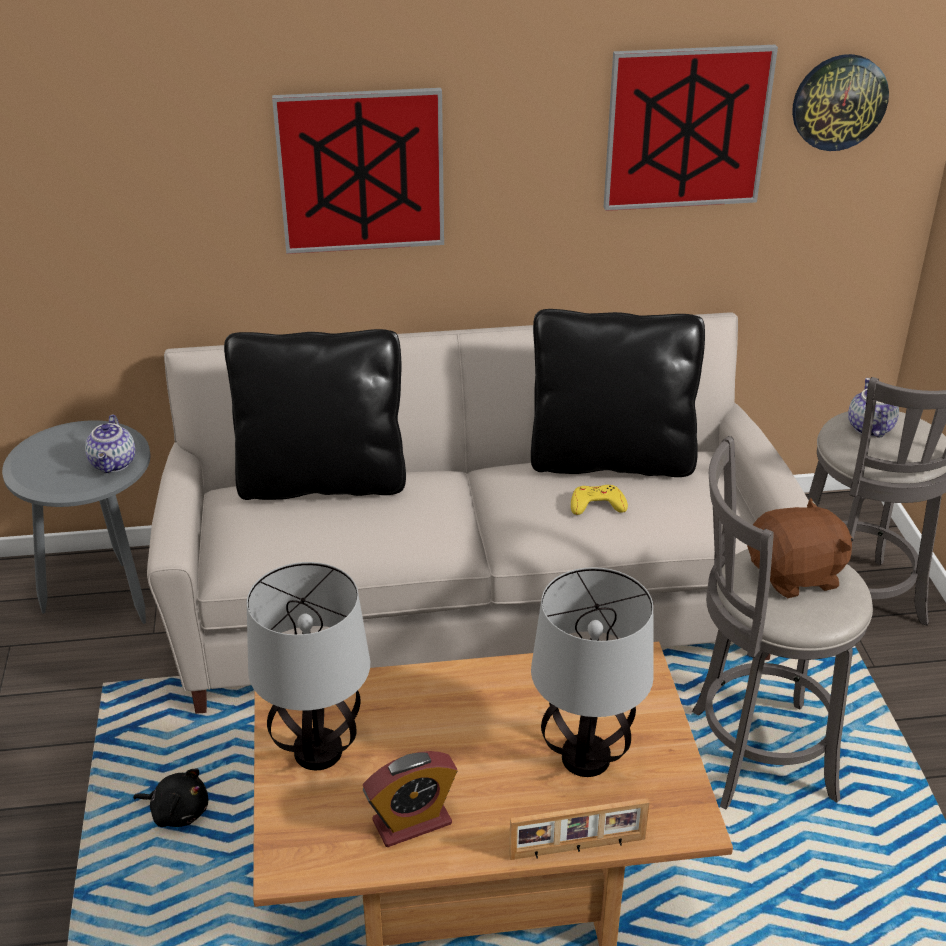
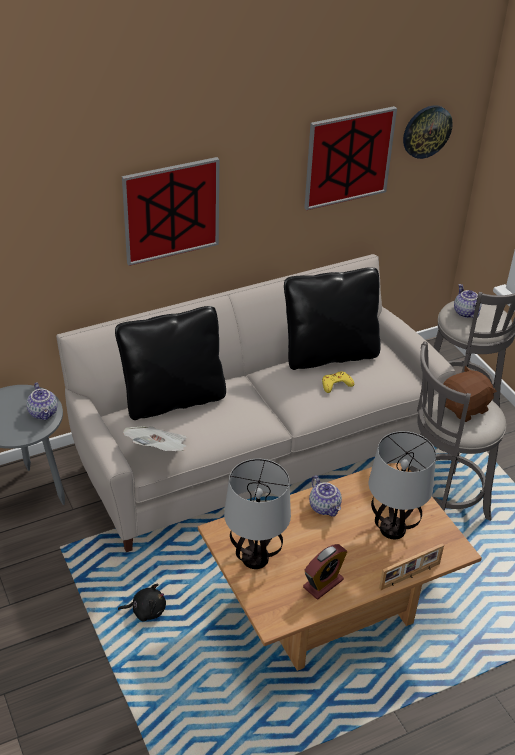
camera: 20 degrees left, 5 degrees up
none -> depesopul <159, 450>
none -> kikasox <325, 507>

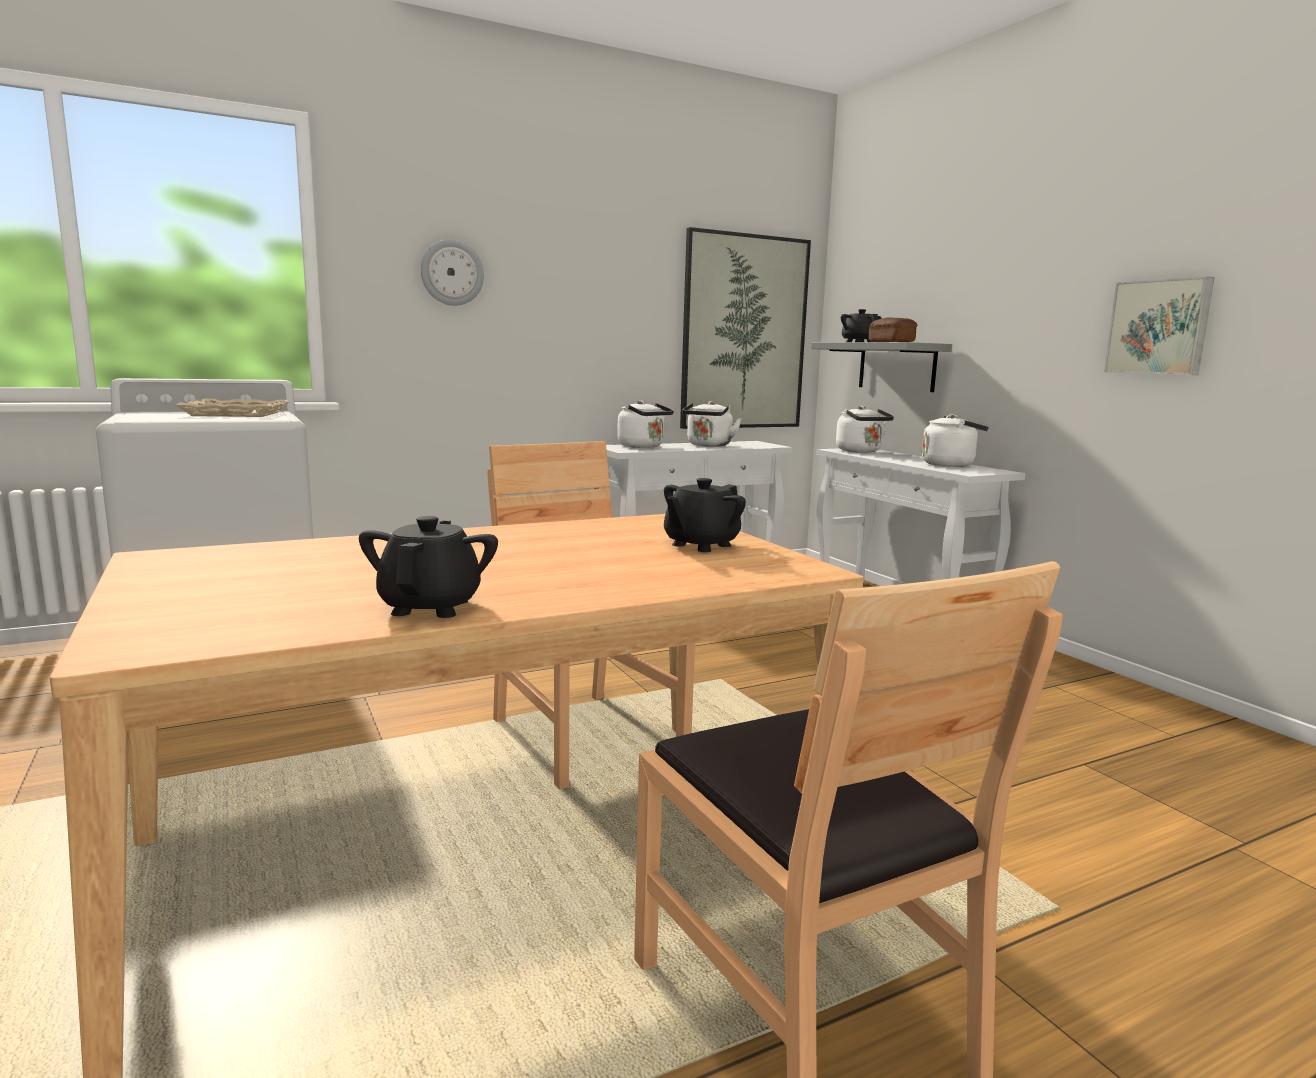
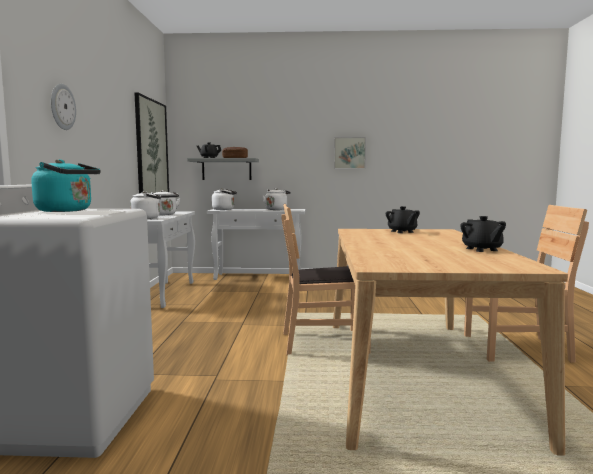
camera: 60 degrees left, 5 degrees down
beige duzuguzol <235, 414> -> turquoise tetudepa <67, 211>
black kikasox <431, 606> -> black kikasox <482, 249>, 135 degrees counterclockwise

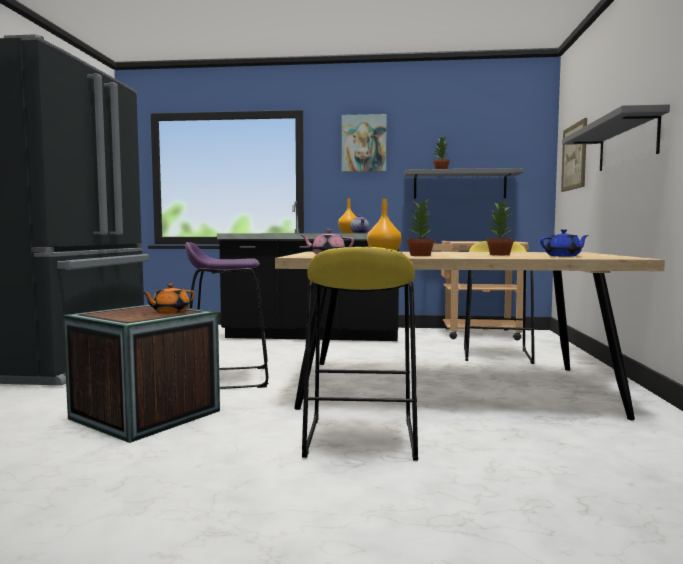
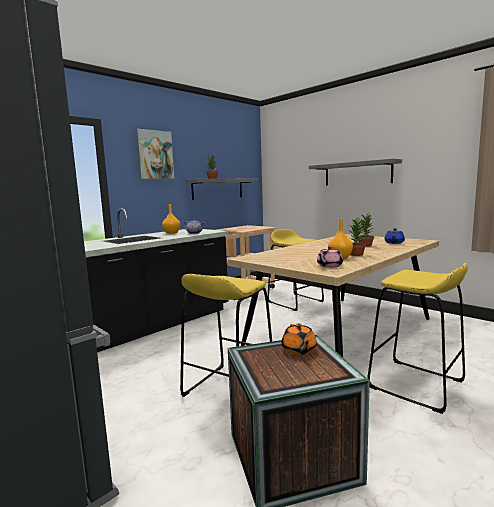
camera: 50 degrees left, 5 degrees up
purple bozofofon <228, 378> -> yellow bozofofon <229, 389>
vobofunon <574, 157> -> none

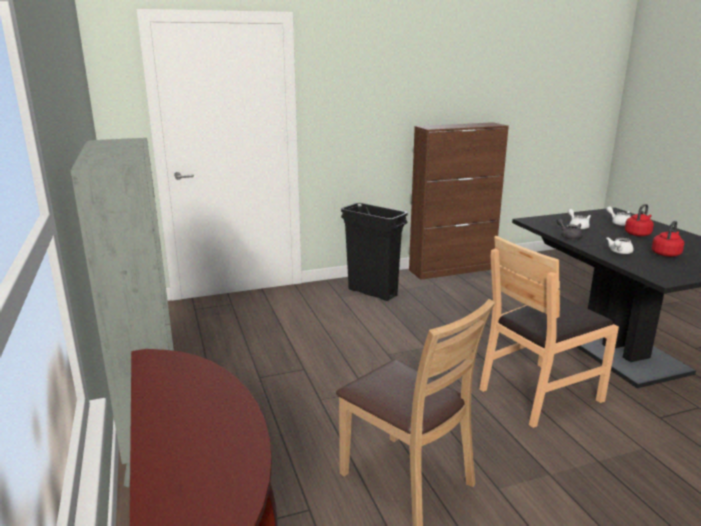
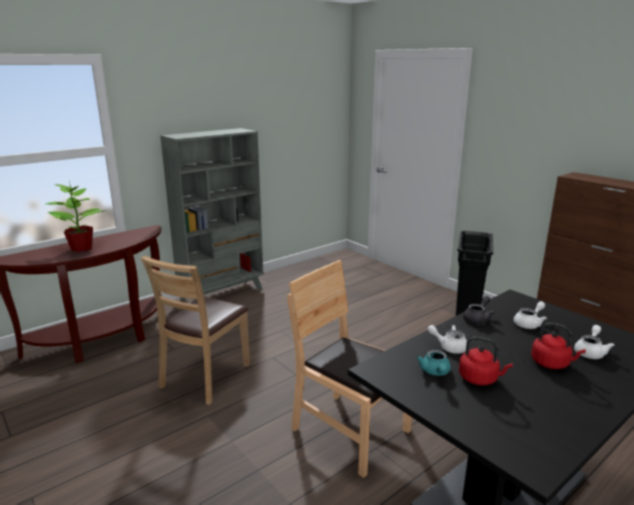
camera: 70 degrees right, 0 degrees up
none -> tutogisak <82, 248>
none -> turquoise kikasox <435, 372>

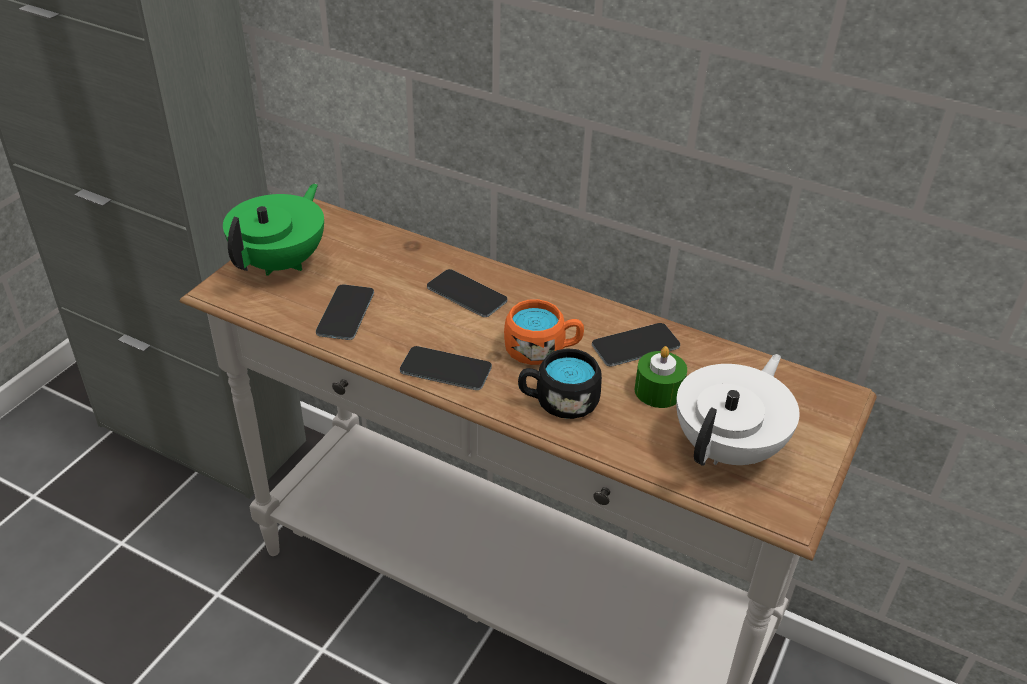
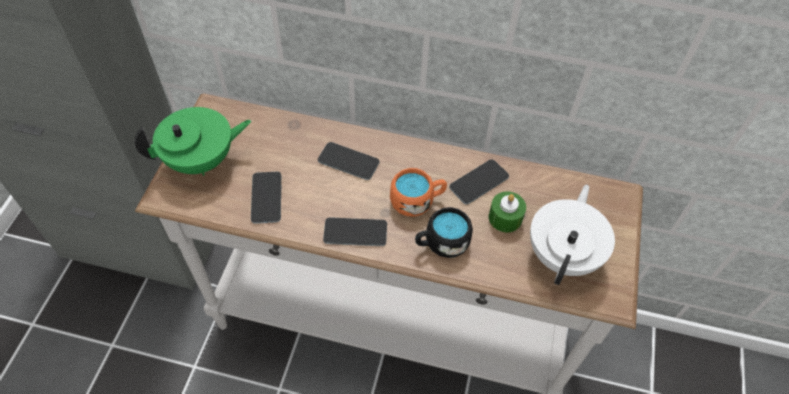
camera: 15 degrees left, 15 degrees up
green kikasox <282, 262> -> green kikasox <202, 160>, 60 degrees clockwise

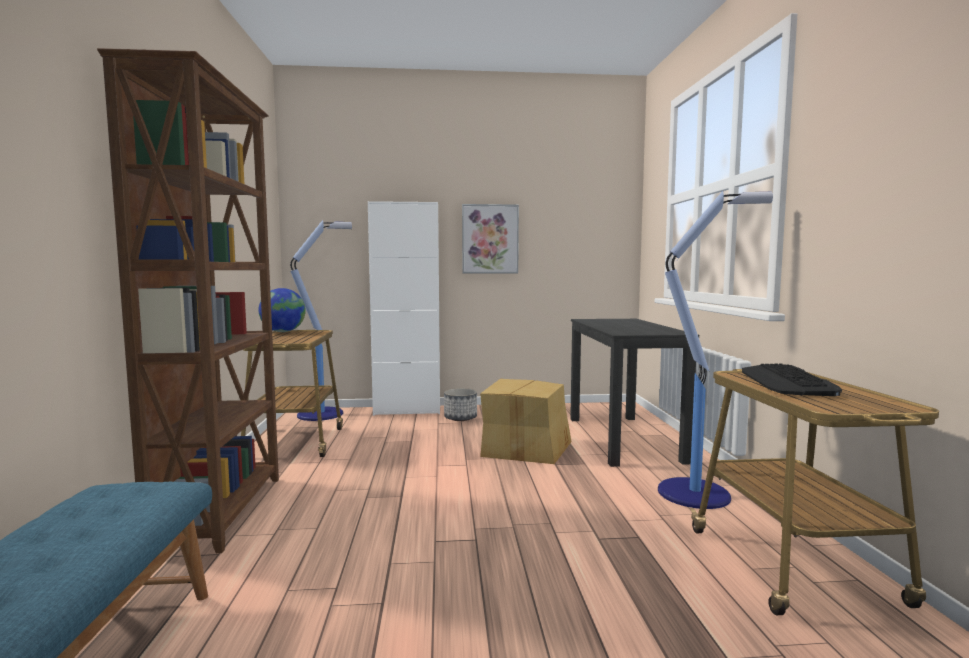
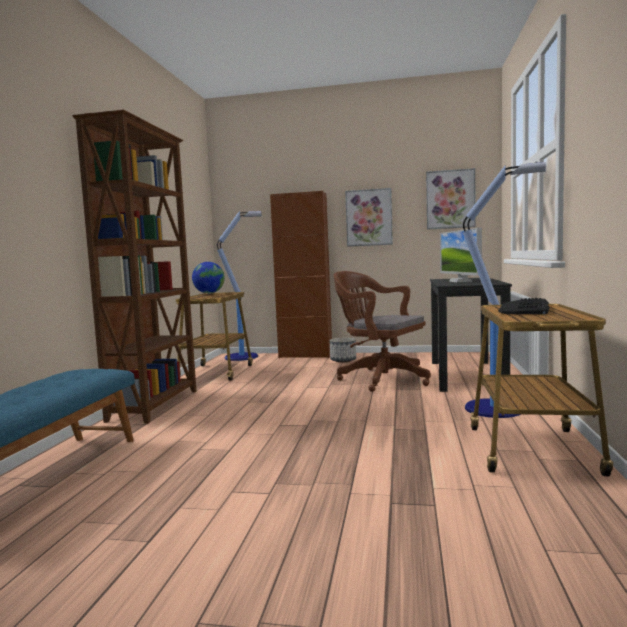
camera: 15 degrees right, 0 degrees up
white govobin <407, 411> -> brown govobin <305, 355>
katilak <525, 447> -> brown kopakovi <380, 379>
none -> vobofunon <450, 199>
none -> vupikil <460, 281>

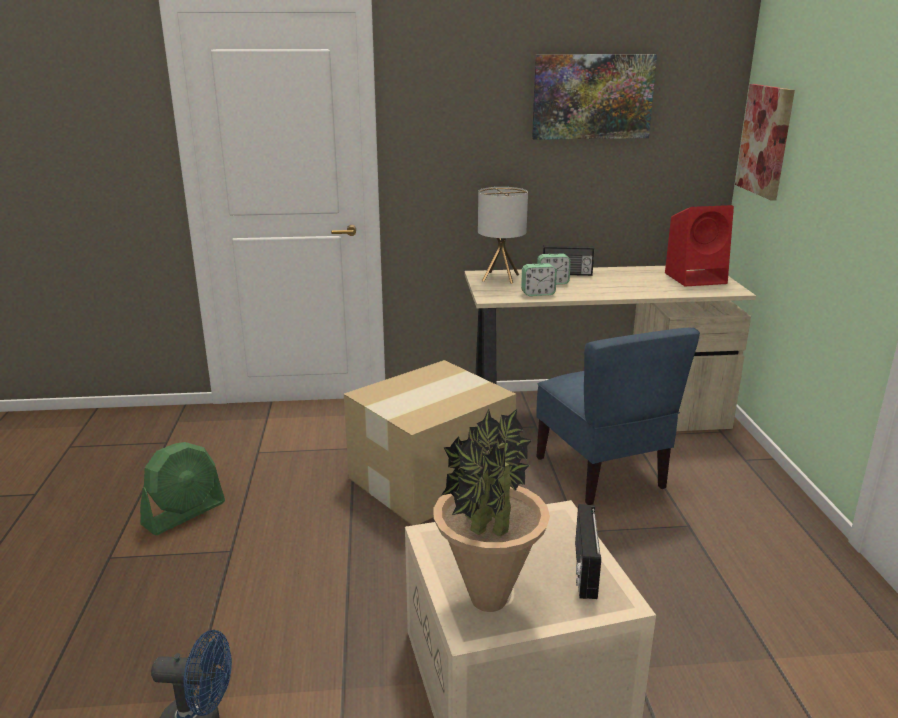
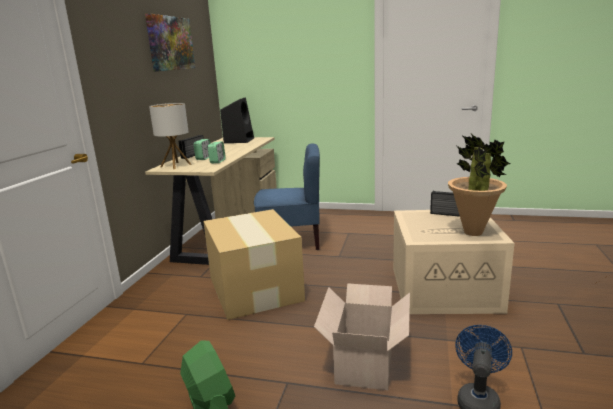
camera: 70 degrees left, 5 degrees down
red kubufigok <696, 278> -> black kubufigok <239, 140>
none -> katilak <366, 360>
vobofunon <765, 140> -> none

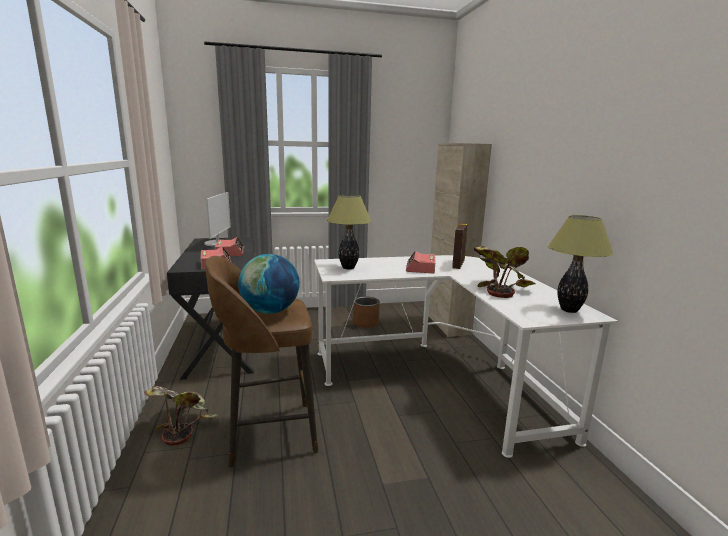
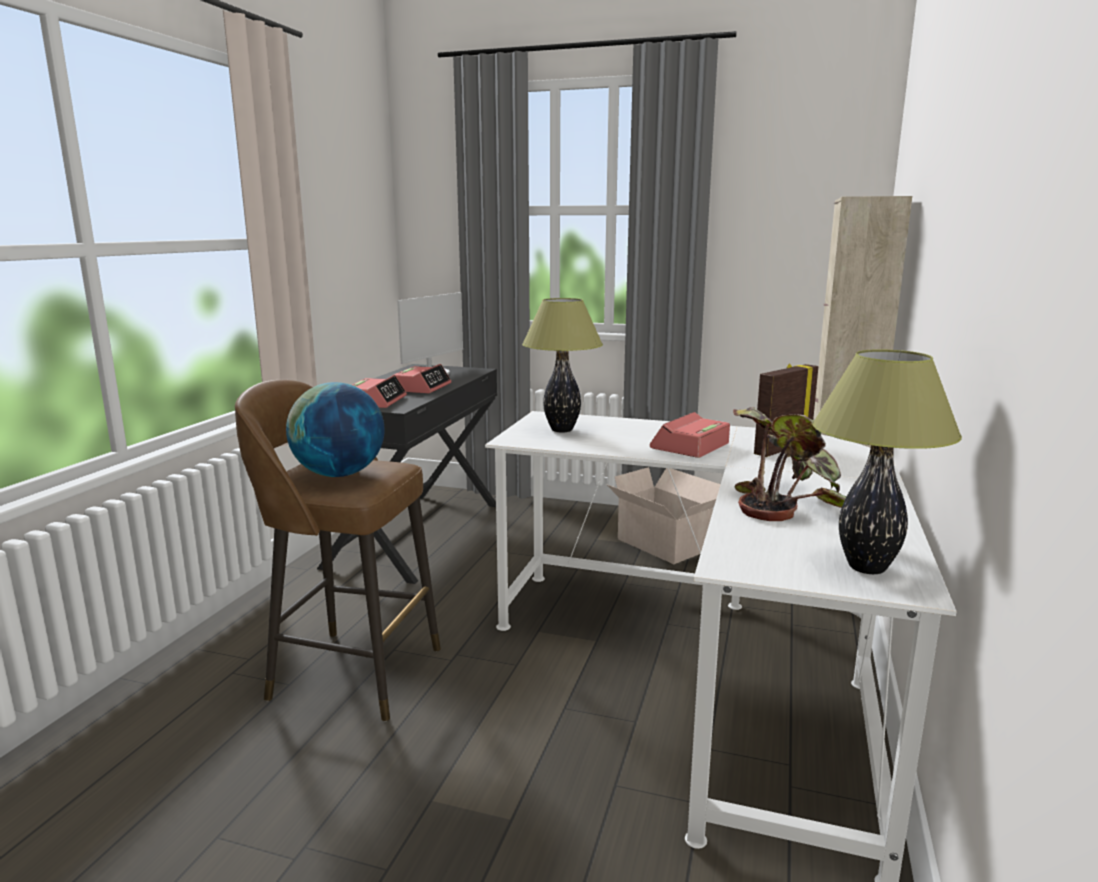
camera: 30 degrees right, 0 degrees up
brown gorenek <365, 323> -> katilak <664, 545>
tutogisak <182, 424> -> none

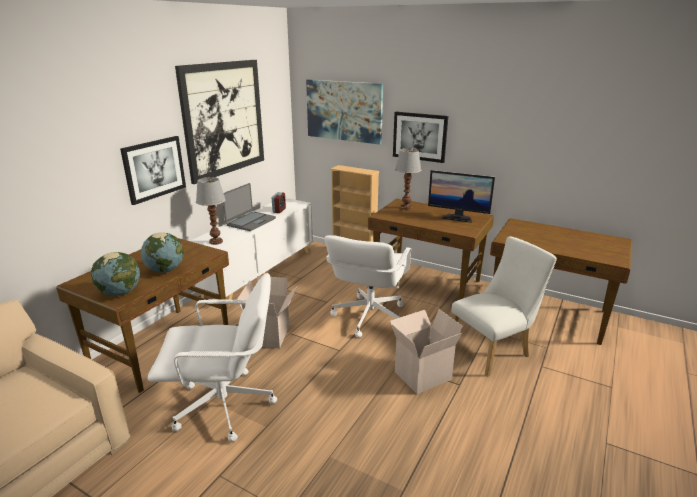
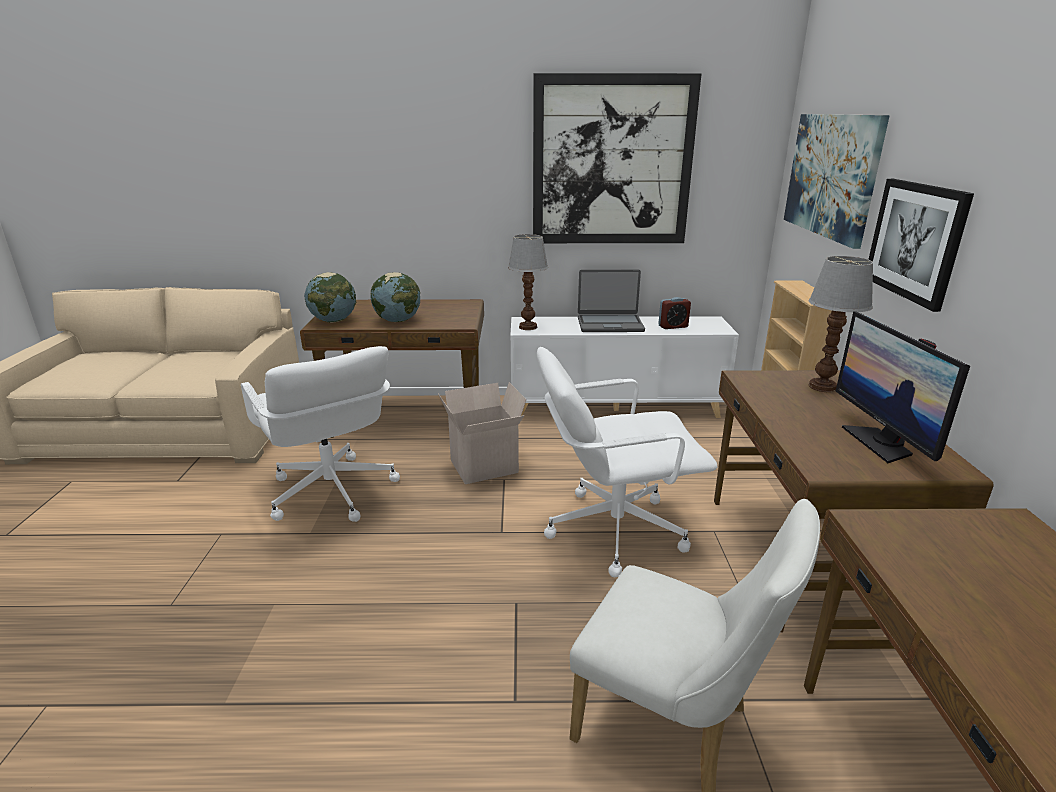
camera: 60 degrees right, 0 degrees up
vobofunon <154, 169> -> none
katilak <422, 374> -> none

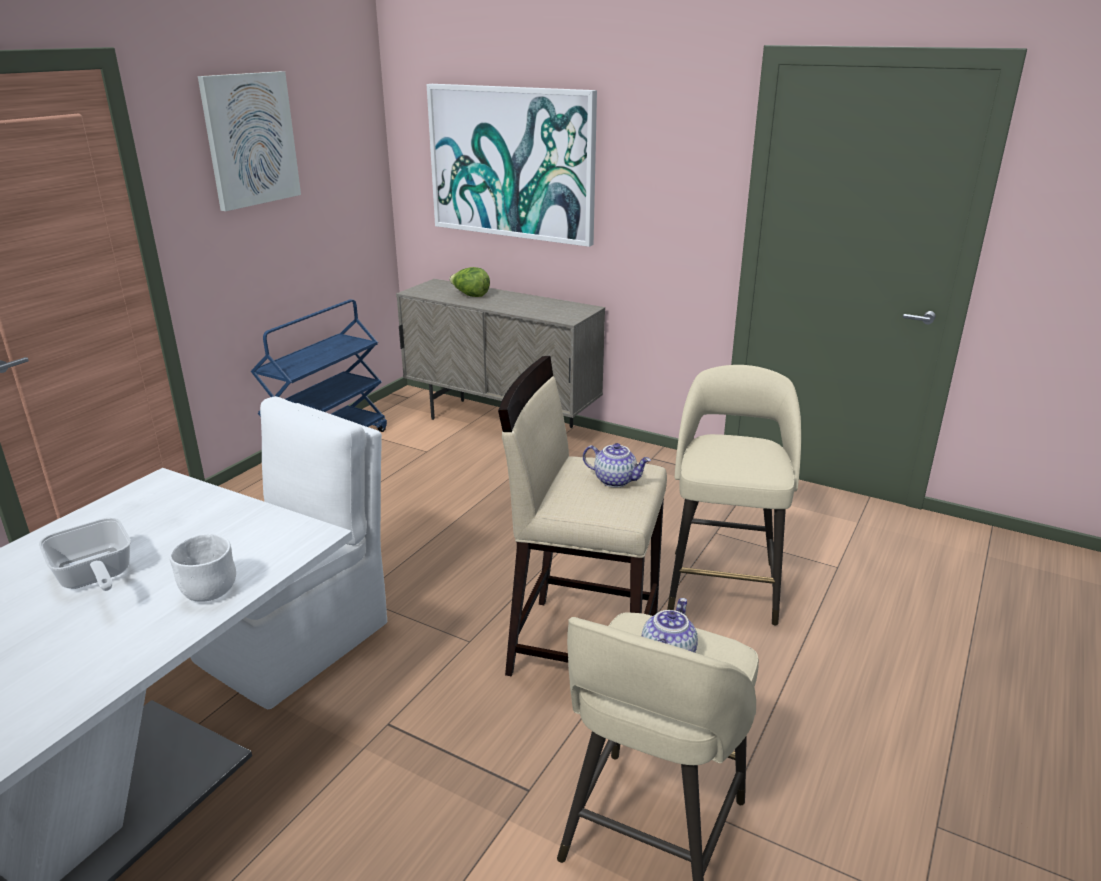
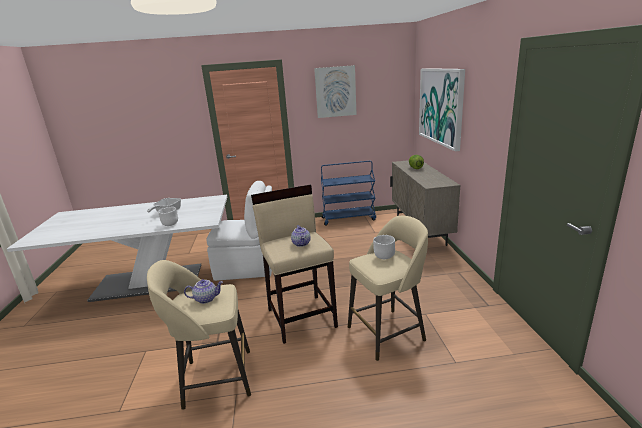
camera: 55 degrees right, 5 degrees down
none -> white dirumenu <384, 256>

